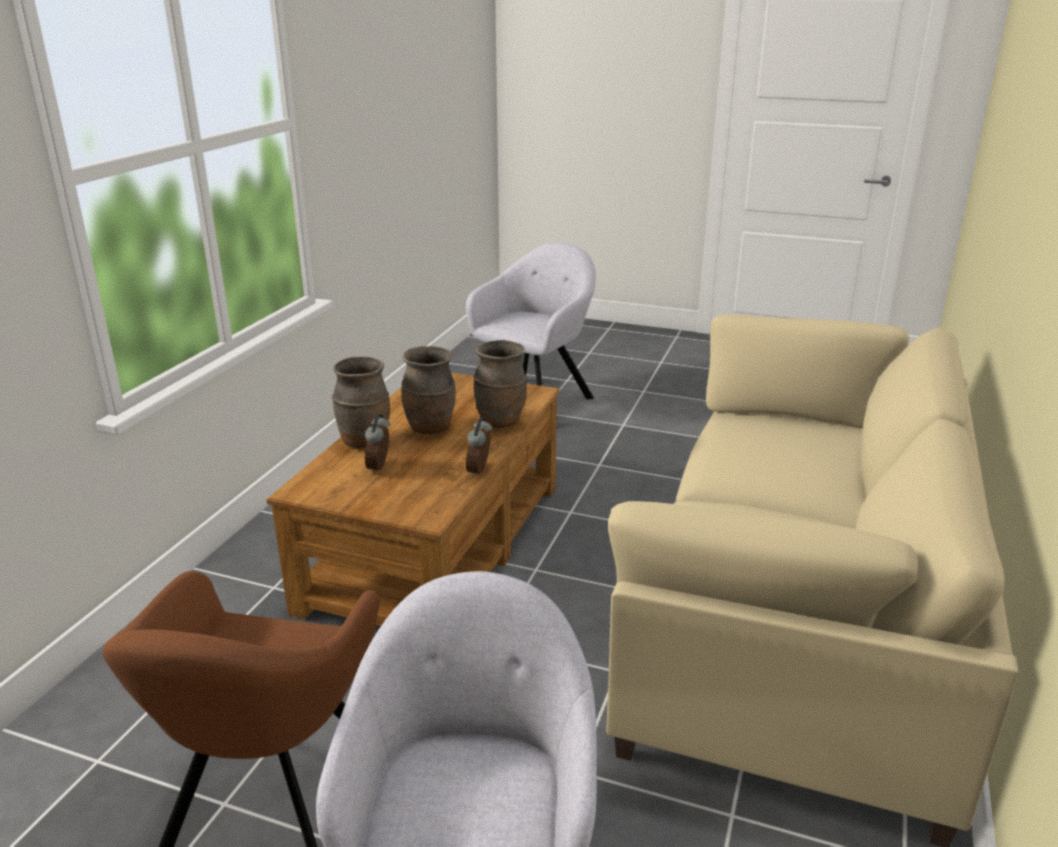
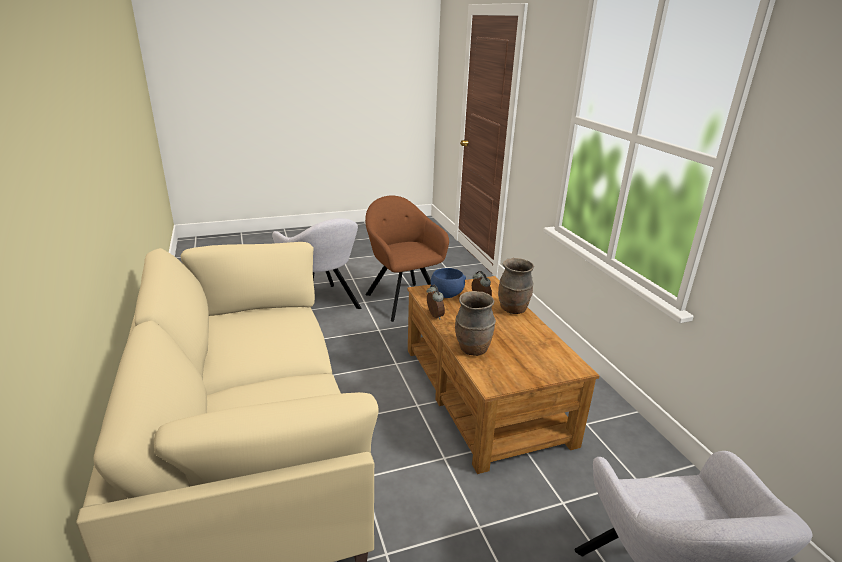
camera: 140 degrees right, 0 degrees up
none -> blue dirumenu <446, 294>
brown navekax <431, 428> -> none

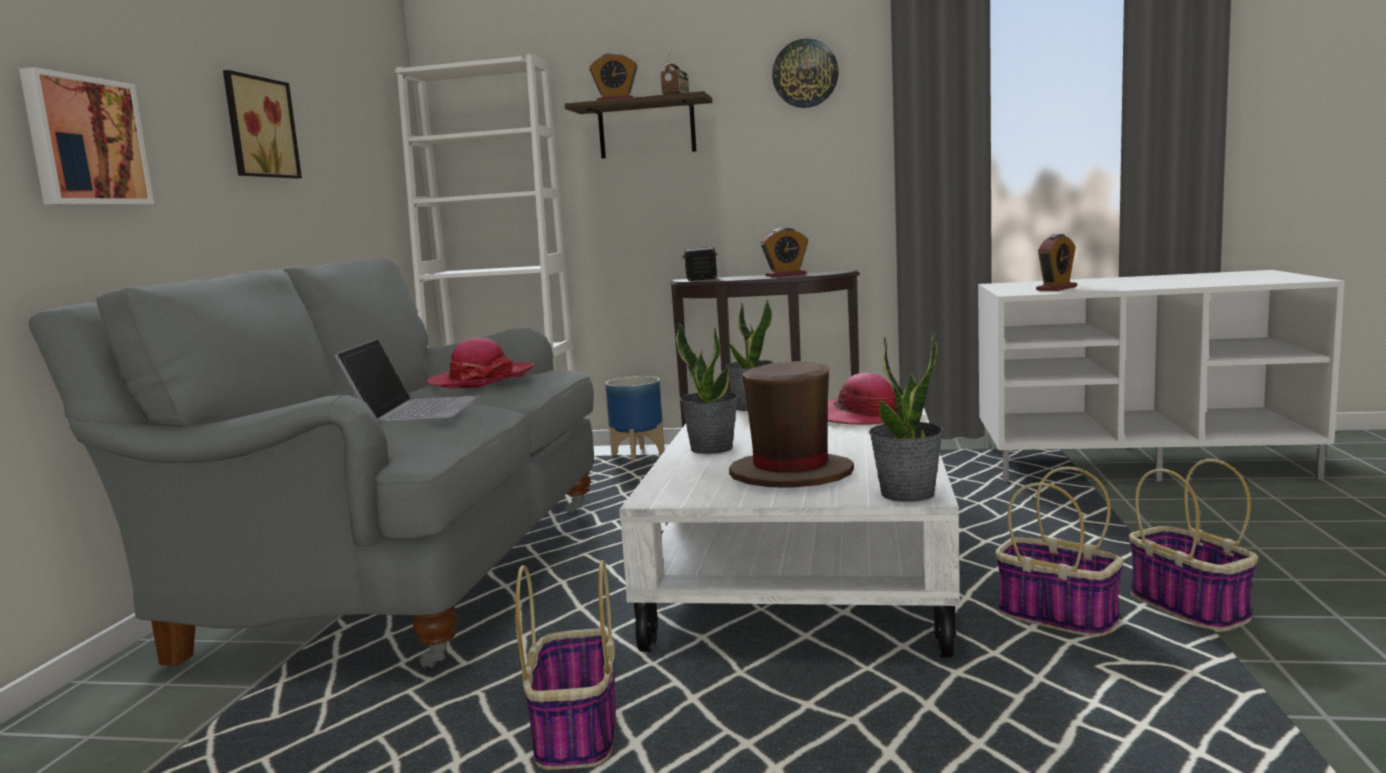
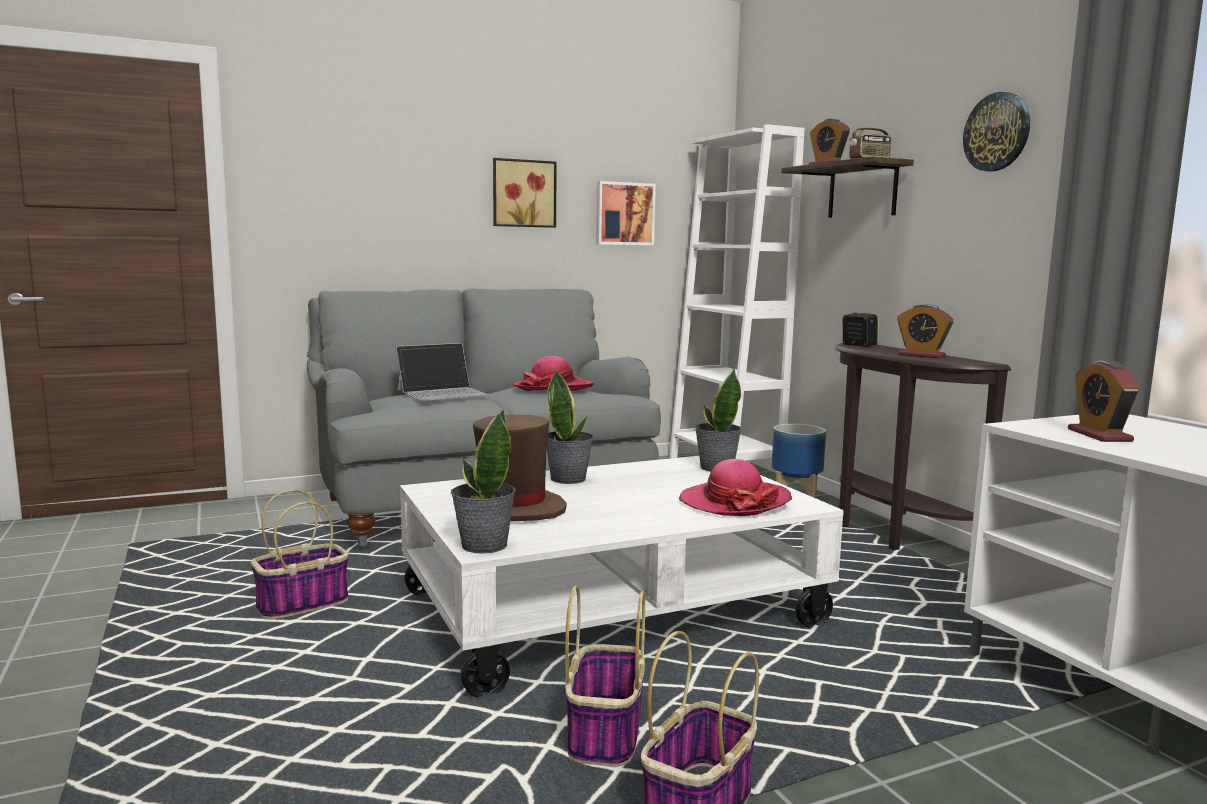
camera: 55 degrees right, 0 degrees up
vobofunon <84, 142> -> vobofunon <624, 214>, shifted
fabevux <1056, 288> -> fabevux <1099, 435>, 75 degrees clockwise

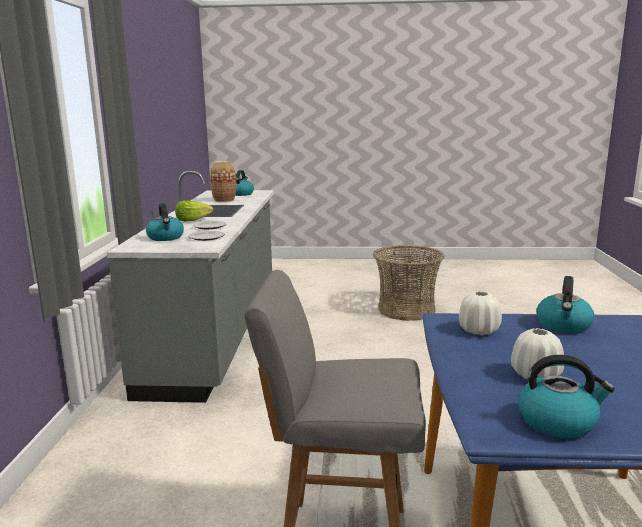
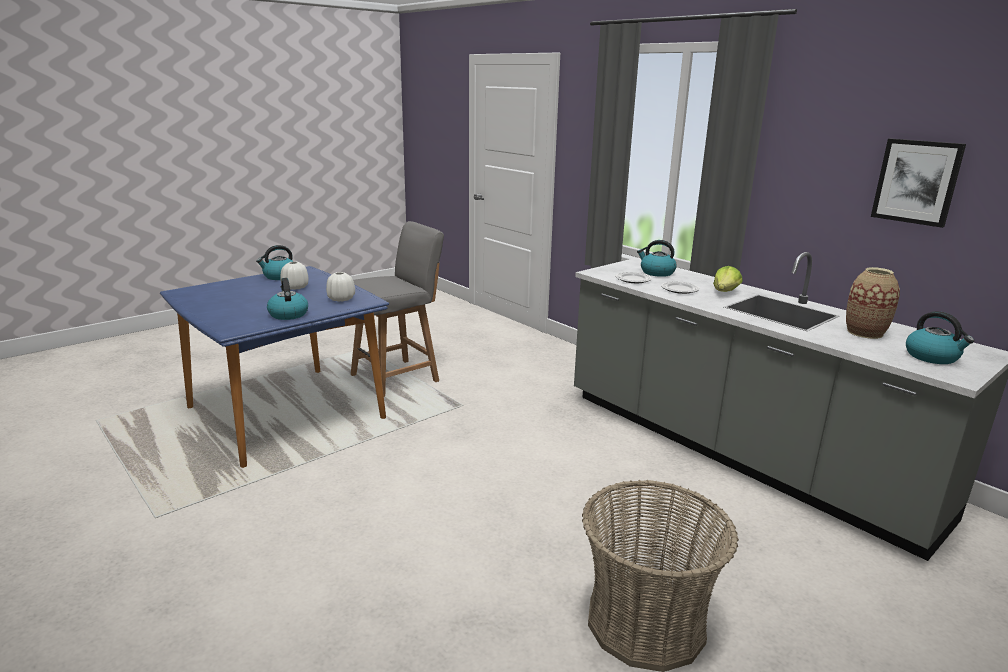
camera: 135 degrees right, 5 degrees up
none -> vobofunon <916, 182>

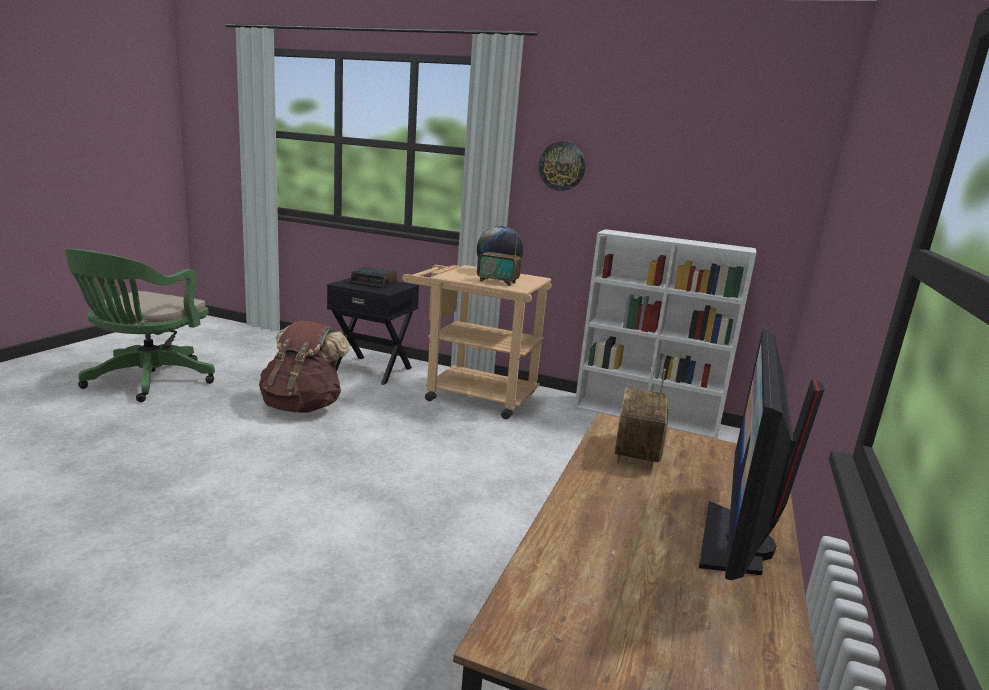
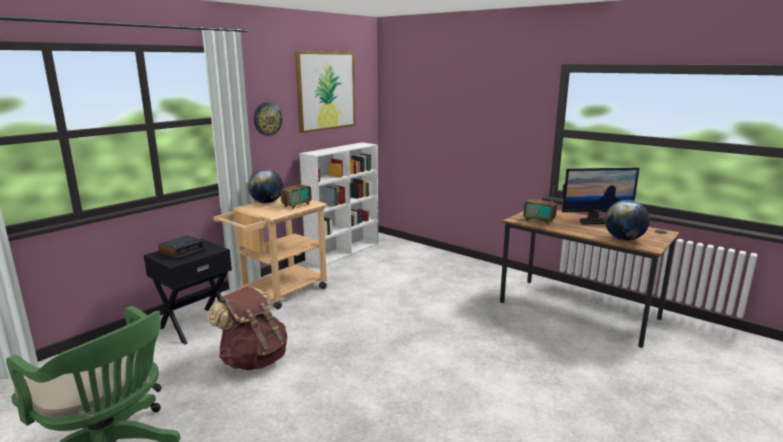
camera: 70 degrees left, 0 degrees up
none -> vobofunon <326, 91>
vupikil <736, 542> -> vupikil <594, 221>, 45 degrees counterclockwise
none -> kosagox <624, 239>

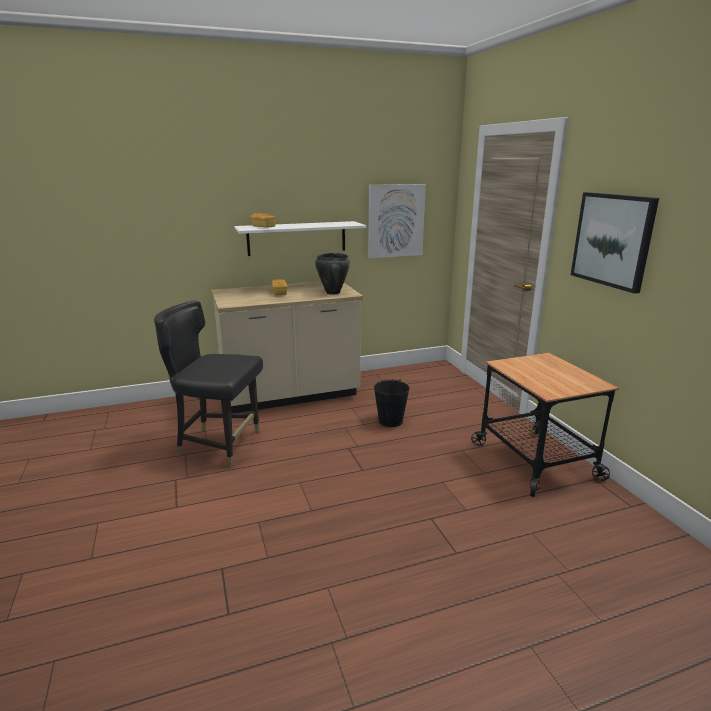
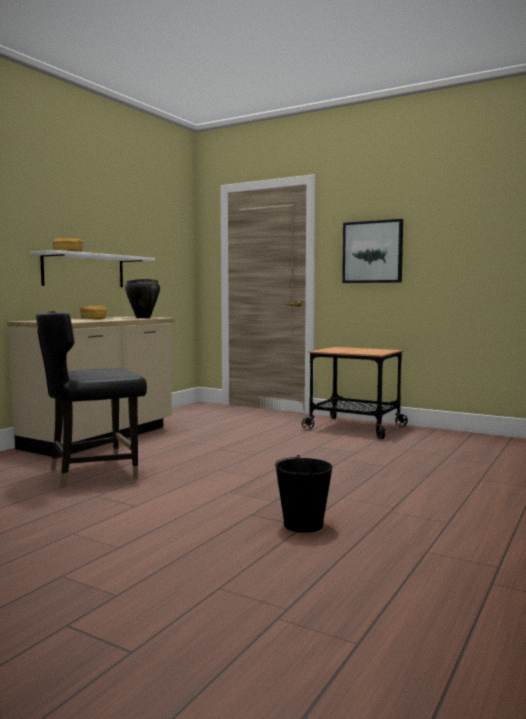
camera: 40 degrees left, 15 degrees down
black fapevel <390, 421> -> black fapevel <303, 524>, shifted
vobofunon <395, 221> -> none

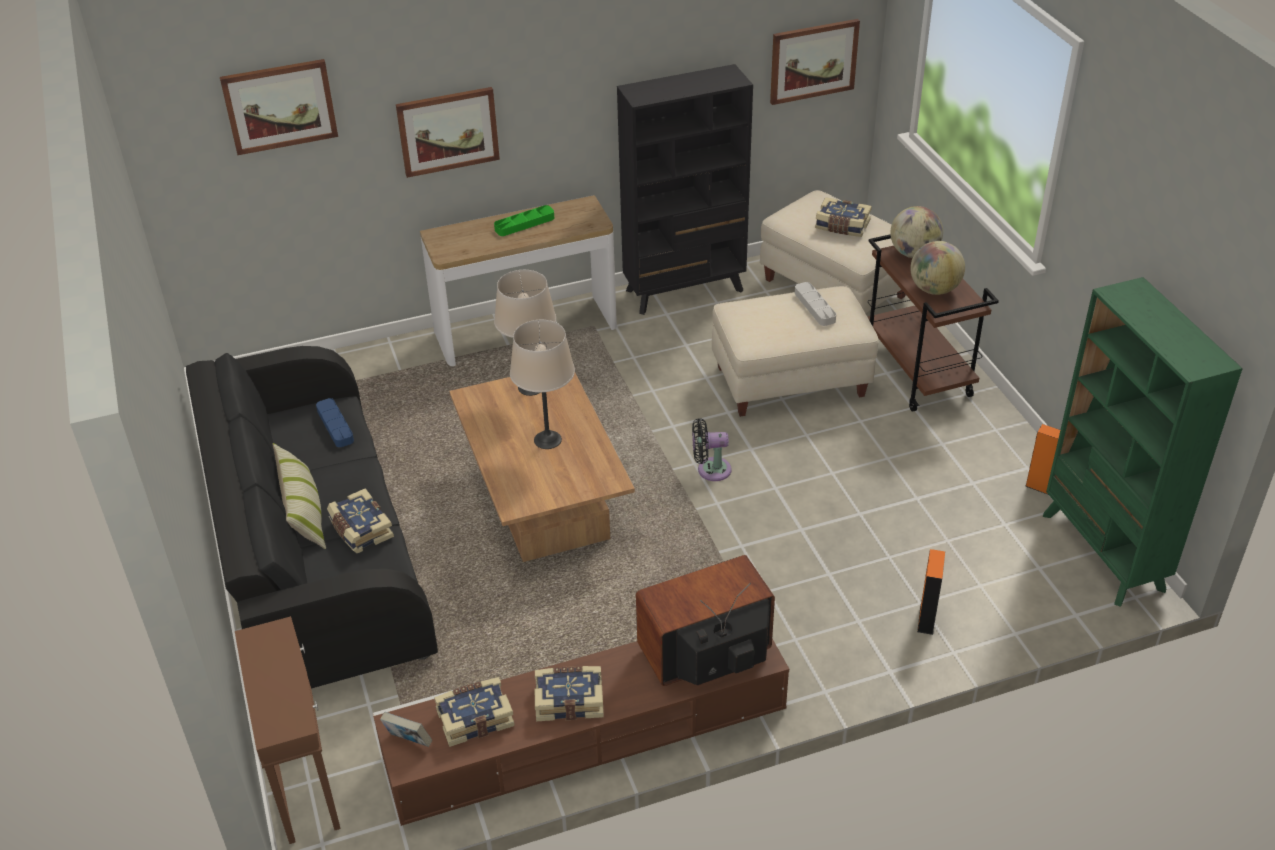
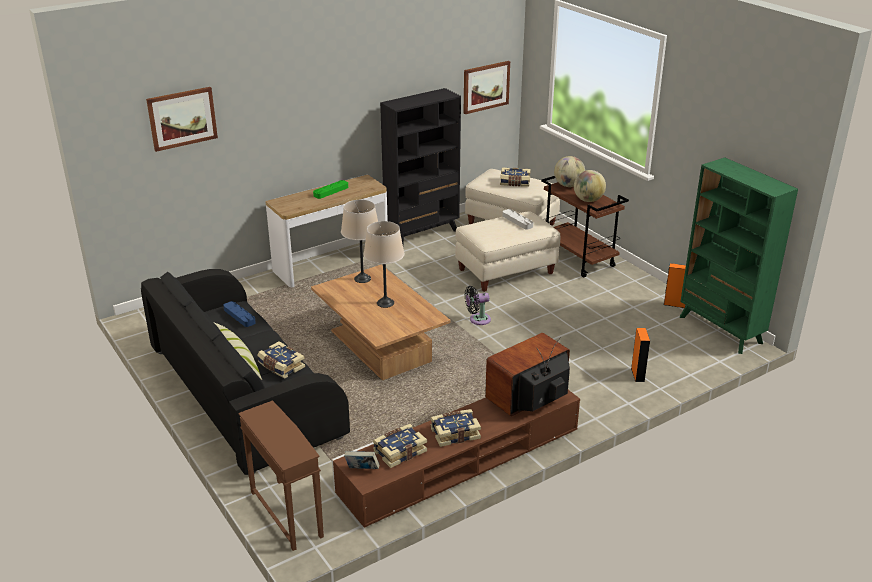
camera: 15 degrees left, 10 degrees down
vobofunon <448, 131> -> none

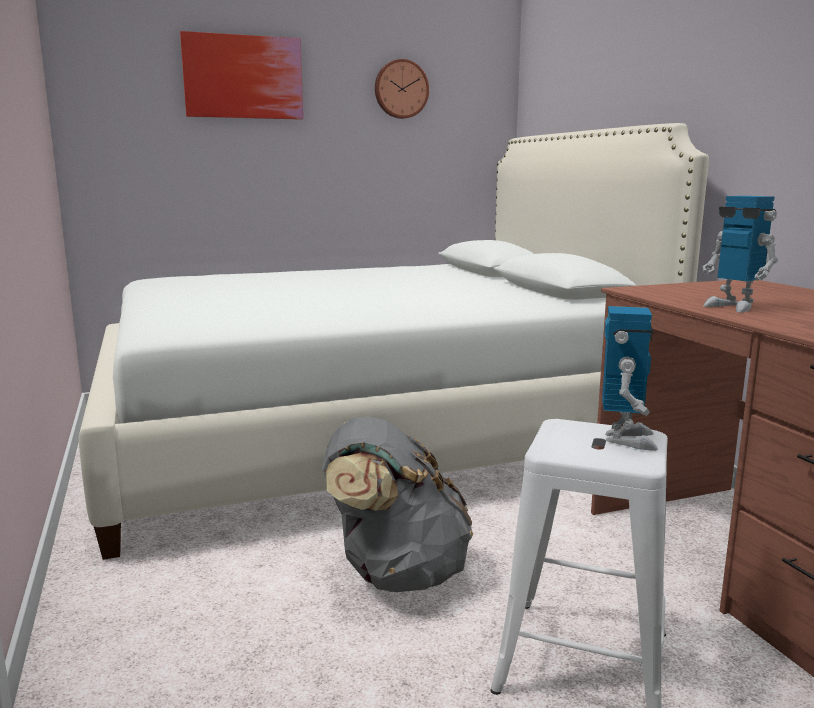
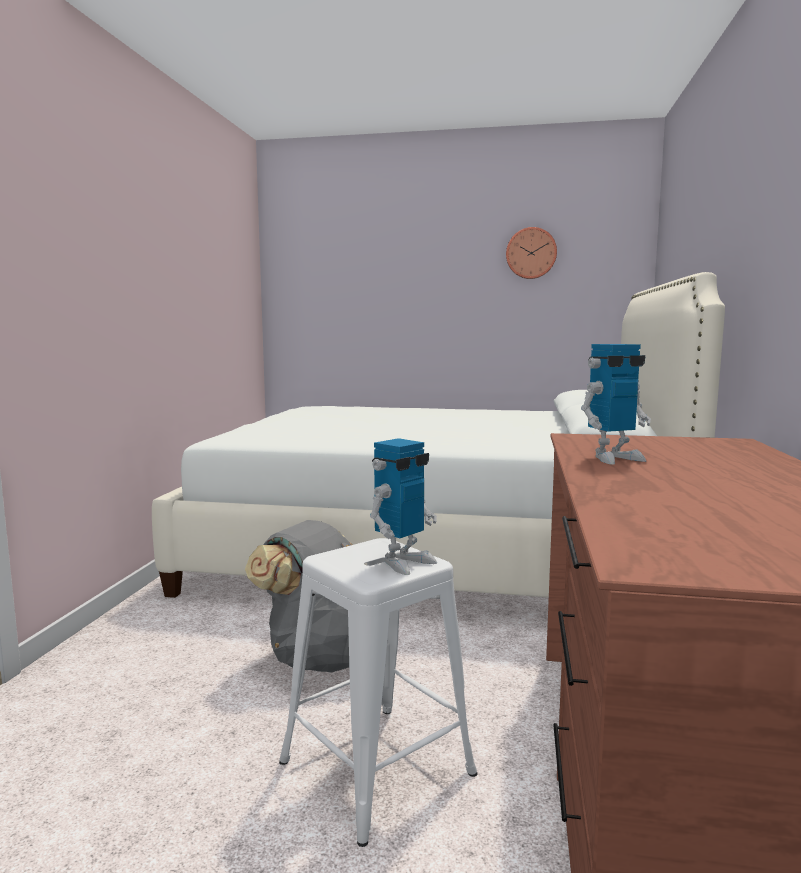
camera: 30 degrees right, 5 degrees down
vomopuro <734, 307> -> vomopuro <613, 458>, 105 degrees counterclockwise
vobofunon <243, 77> -> none

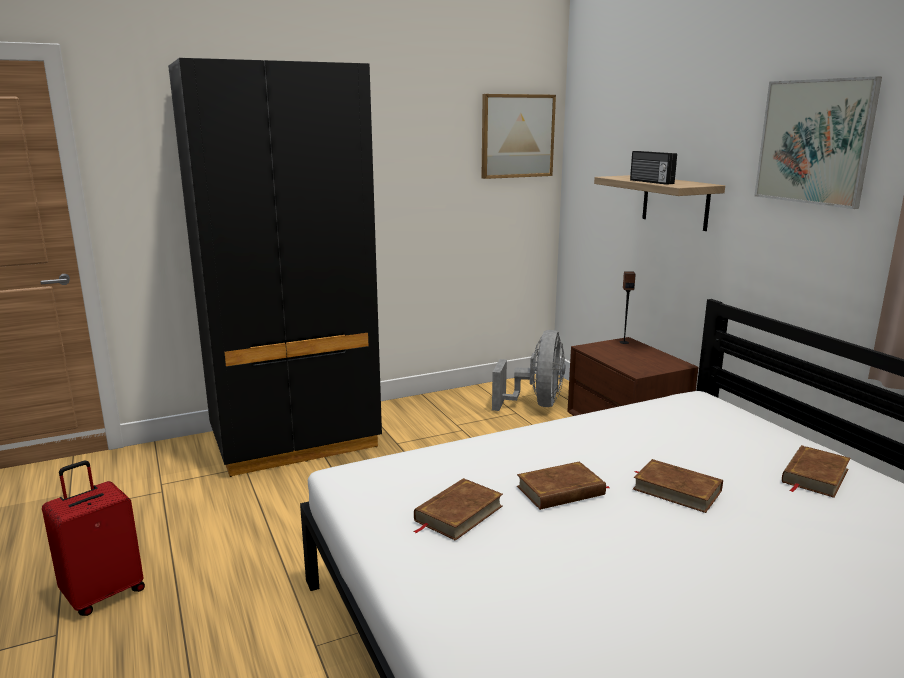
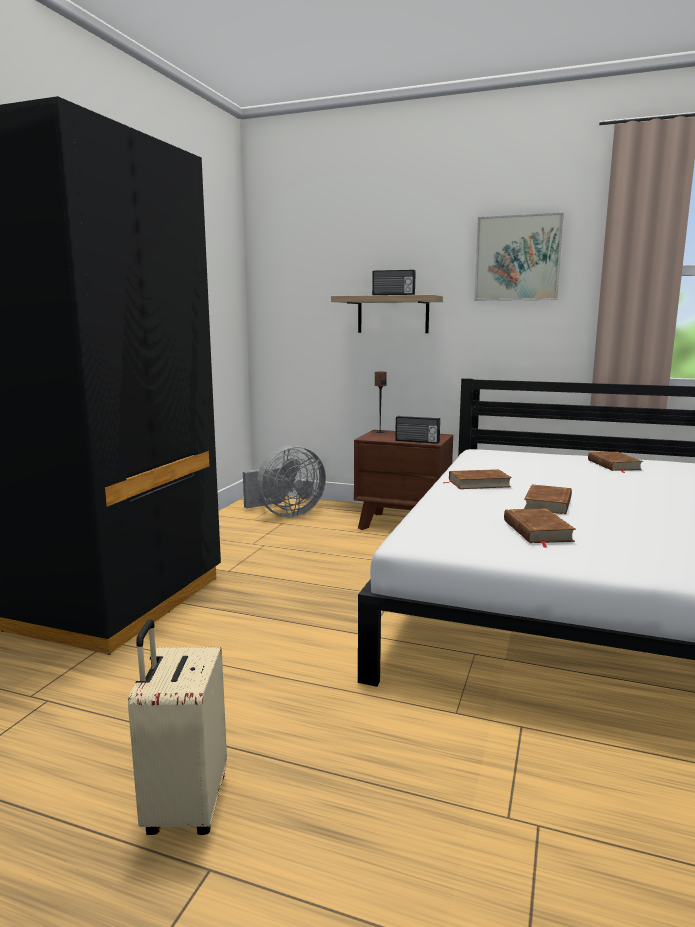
camera: 45 degrees left, 5 degrees down
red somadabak <103, 593> -> beige somadabak <184, 806>
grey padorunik <536, 404> -> grey padorunik <285, 514>, 90 degrees clockwise
none -> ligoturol <417, 441>
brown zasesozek <676, 490> -> brown zasesozek <478, 483>, shifted
vobofunon <517, 136> -> none

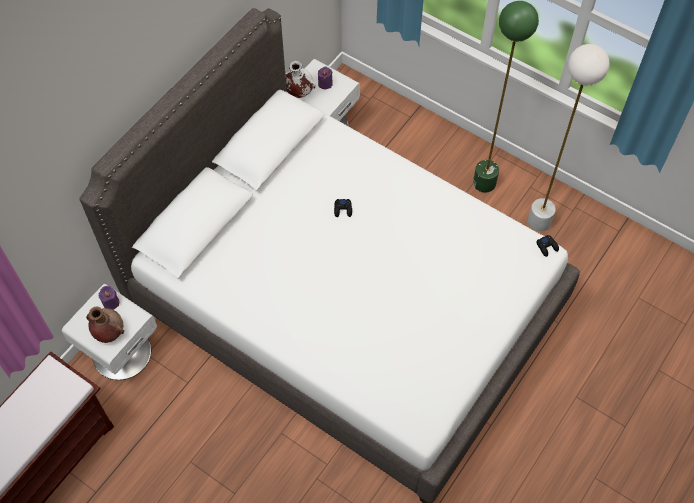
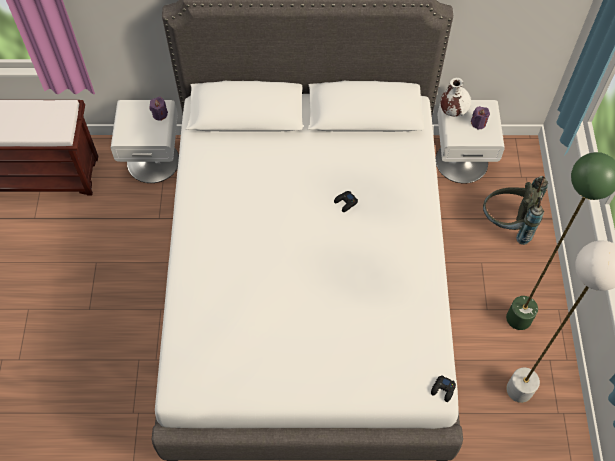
camera: 55 degrees right, 0 degrees up
none -> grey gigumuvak <507, 225>
brown navekax <108, 332> -> none

